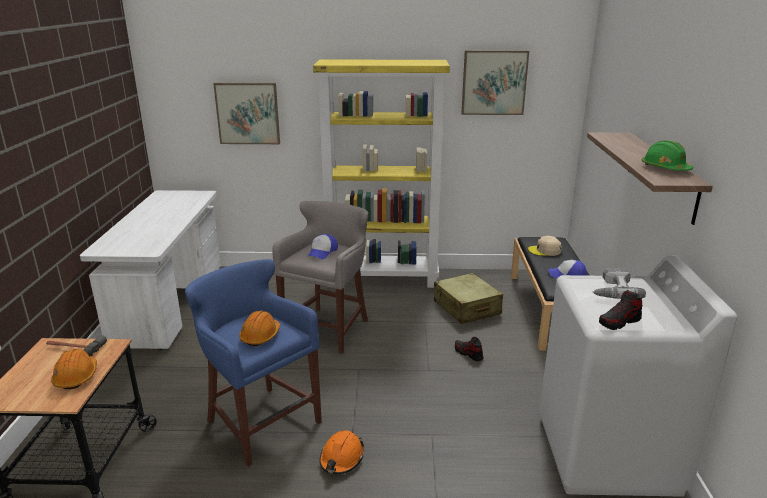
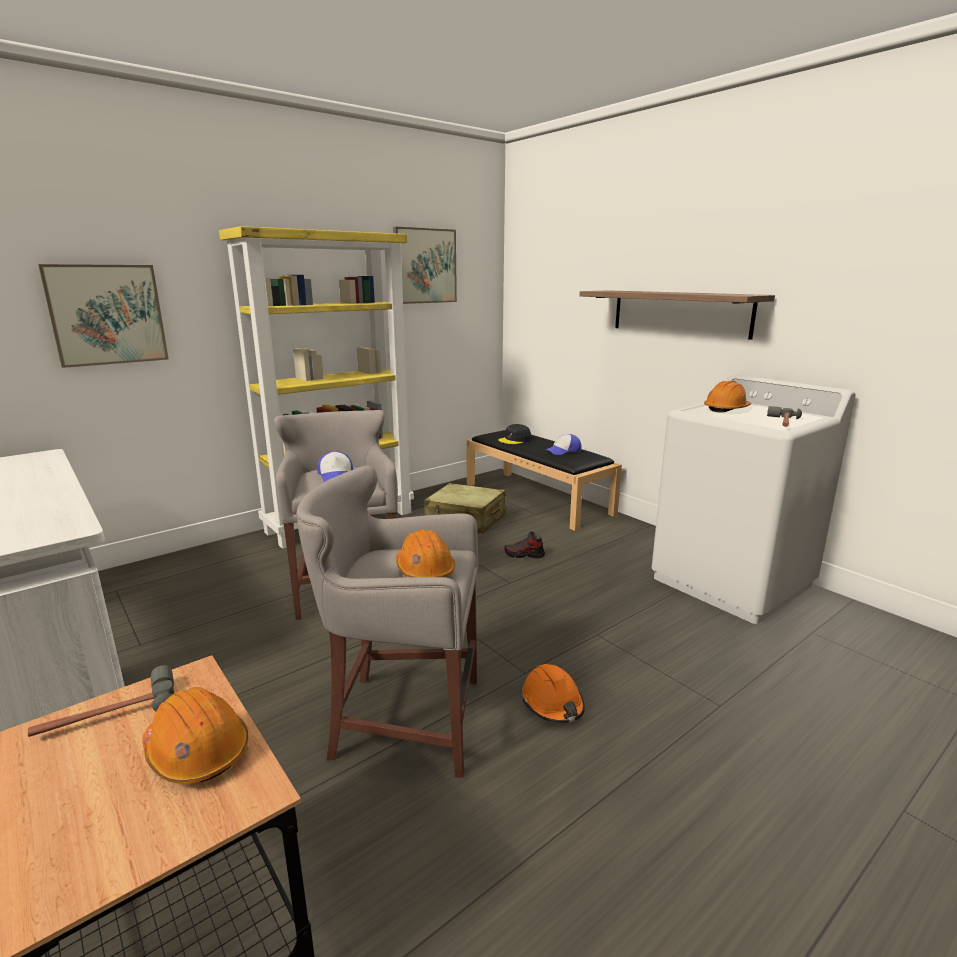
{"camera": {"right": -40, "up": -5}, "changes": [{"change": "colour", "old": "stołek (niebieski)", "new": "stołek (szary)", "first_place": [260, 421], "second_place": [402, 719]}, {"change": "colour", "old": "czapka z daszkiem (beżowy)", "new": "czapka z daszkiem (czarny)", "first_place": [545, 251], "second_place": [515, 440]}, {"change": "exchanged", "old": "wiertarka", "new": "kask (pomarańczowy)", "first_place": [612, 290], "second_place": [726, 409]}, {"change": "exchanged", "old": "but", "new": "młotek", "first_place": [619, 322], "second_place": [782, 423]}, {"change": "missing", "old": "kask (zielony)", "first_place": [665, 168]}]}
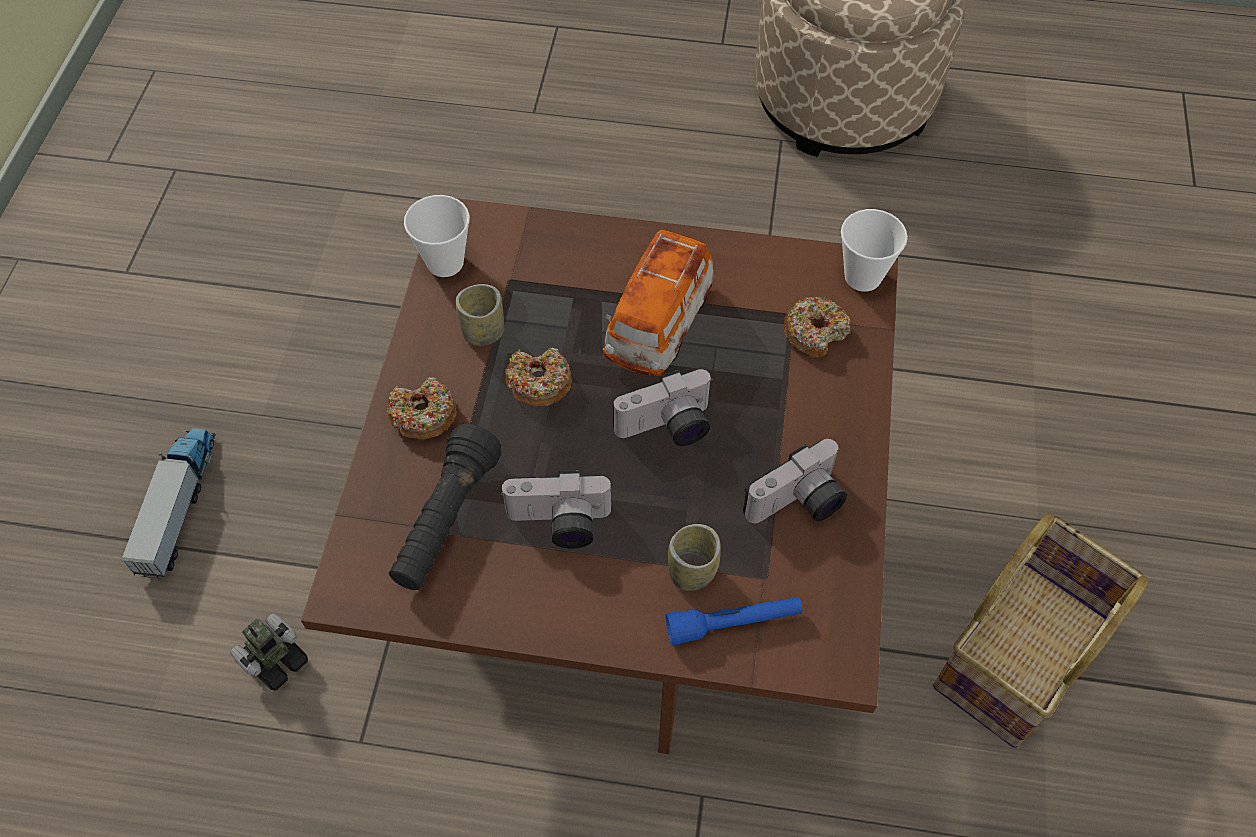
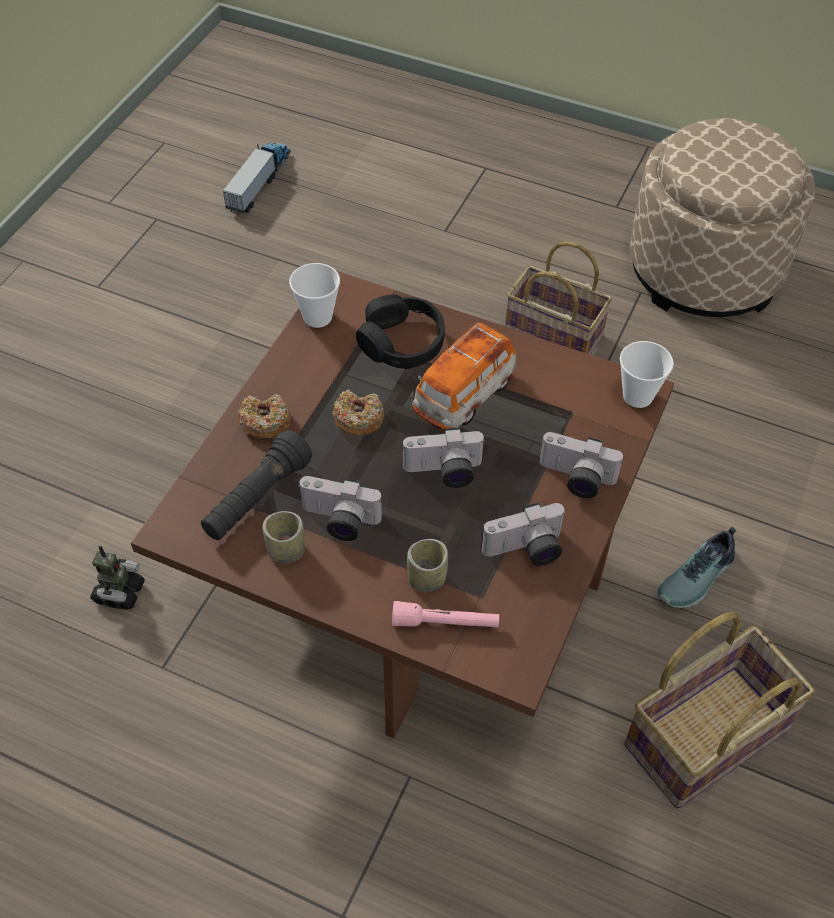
{"camera": {"right": 15, "up": -5}, "changes": [{"change": "spun", "old": "robot zabawkowy", "first_place": [276, 661], "second_place": [119, 593], "degrees": 135}, {"change": "relocated", "old": "ciężarówka zabawkowa", "first_place": [179, 506], "second_place": [259, 183]}, {"change": "relocated", "old": "filiżanka", "first_place": [483, 332], "second_place": [286, 551]}, {"change": "appeared", "new": "słuchawki (czarny)", "second_place": [401, 342]}, {"change": "colour", "old": "latarka (niebieski)", "new": "latarka (różowy)", "first_place": [733, 623], "second_place": [445, 623]}, {"change": "appeared", "new": "koszyk", "second_place": [550, 334]}, {"change": "appeared", "new": "aparat fotograficzny", "second_place": [575, 479]}, {"change": "appeared", "new": "but", "second_place": [698, 578]}, {"change": "missing", "old": "donut", "first_place": [815, 332]}]}
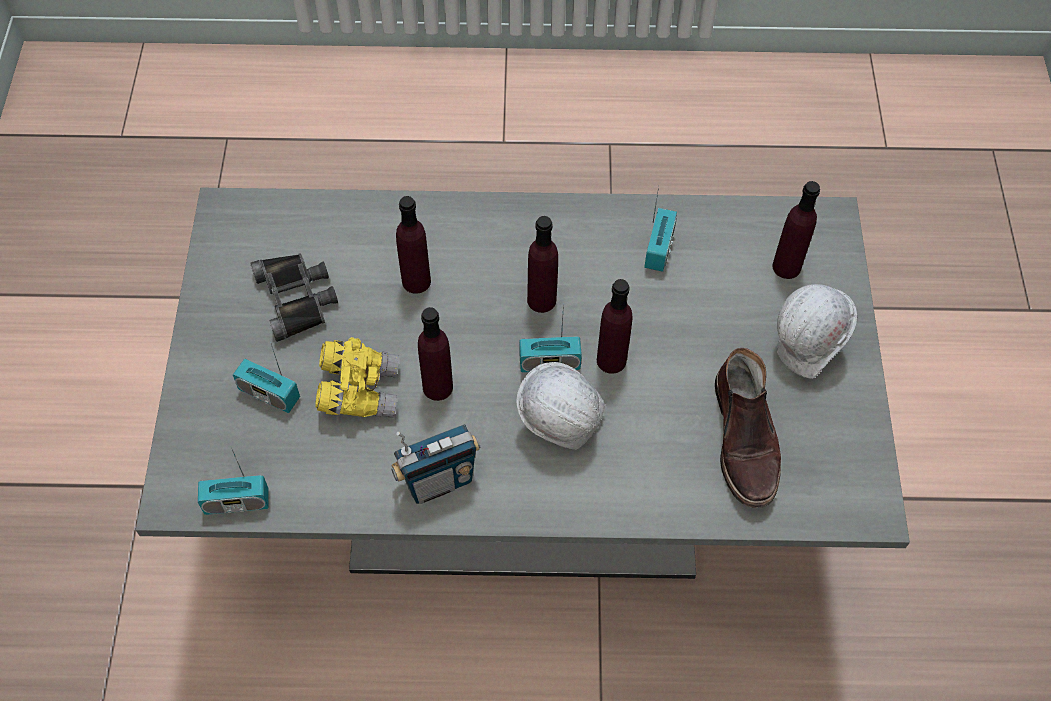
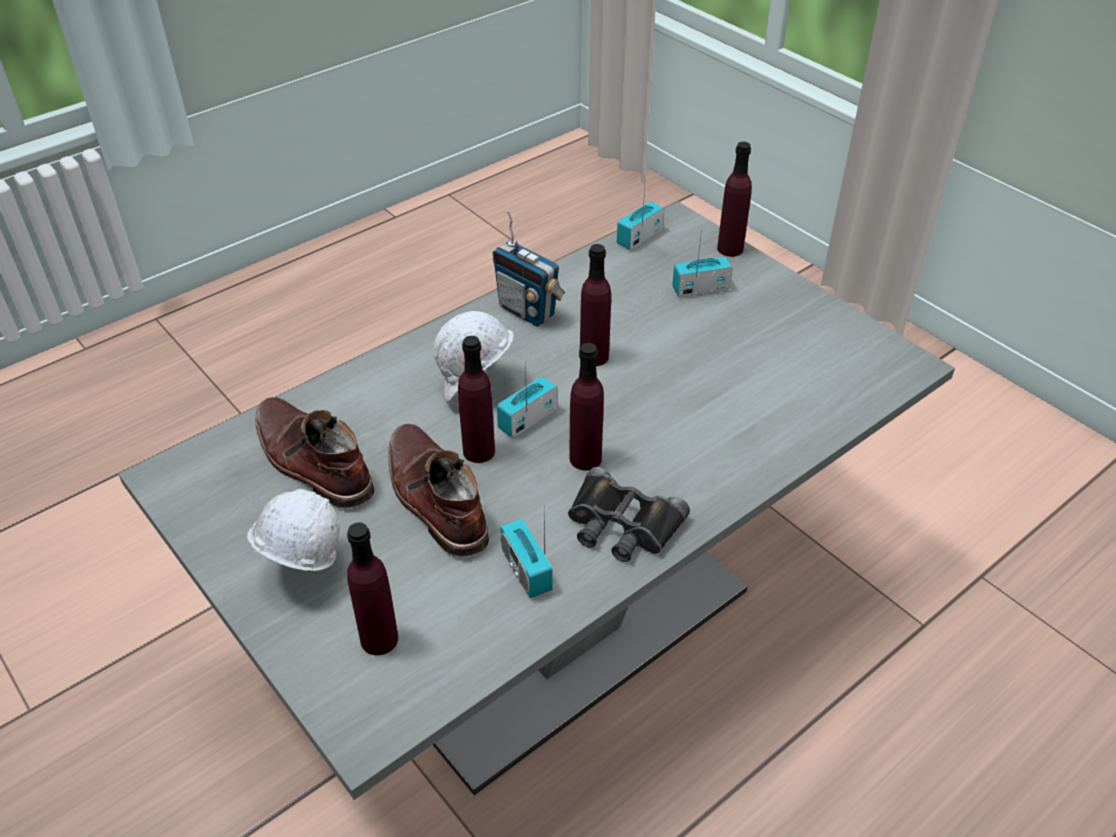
{"camera": {"right": 140, "up": -15}, "changes": [{"change": "appeared", "new": "but z cholewką (brązowy)", "second_place": [434, 499]}, {"change": "spun", "old": "radio", "first_place": [438, 481], "second_place": [527, 311], "degrees": -75}, {"change": "relocated", "old": "lornetka (czarny)", "first_place": [297, 298], "second_place": [622, 525]}, {"change": "relocated", "old": "butelka (fioletowy)", "first_place": [416, 281], "second_place": [730, 249]}, {"change": "missing", "old": "lornetka (żółty)", "first_place": [359, 390]}]}
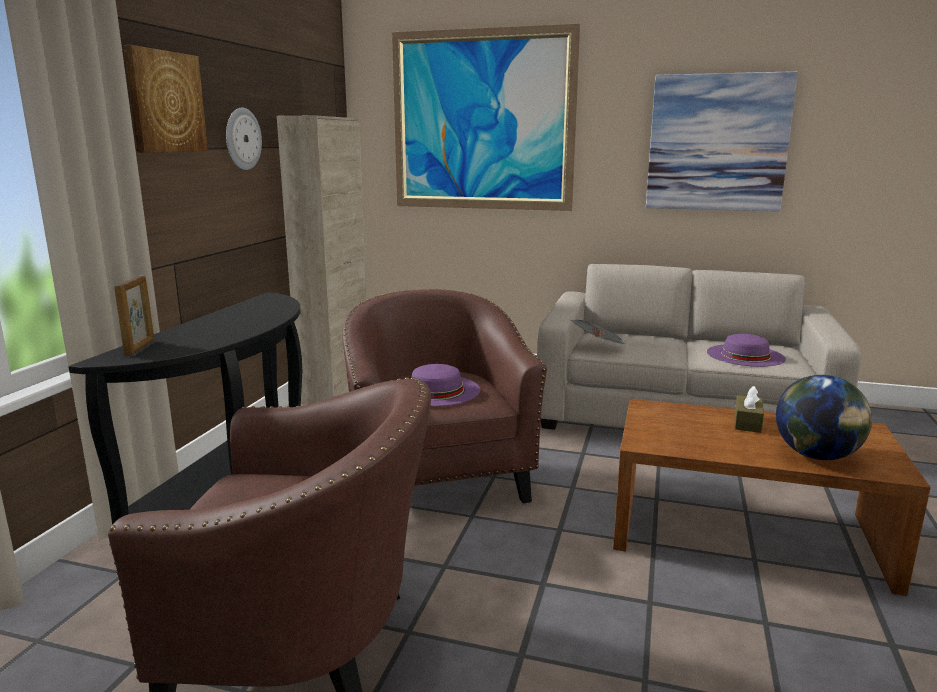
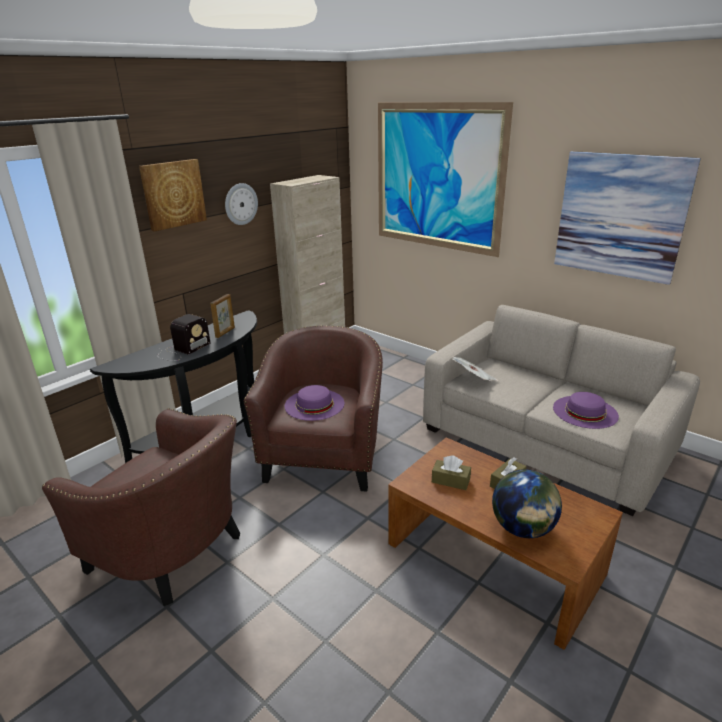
{"camera": {"right": 25, "up": 10}, "changes": [{"change": "appeared", "new": "radio", "second_place": [182, 350]}, {"change": "relocated", "old": "ramka na zdjęcie", "first_place": [140, 347], "second_place": [225, 332]}, {"change": "appeared", "new": "pudełko chusteczek (brązowy)", "second_place": [450, 480]}]}
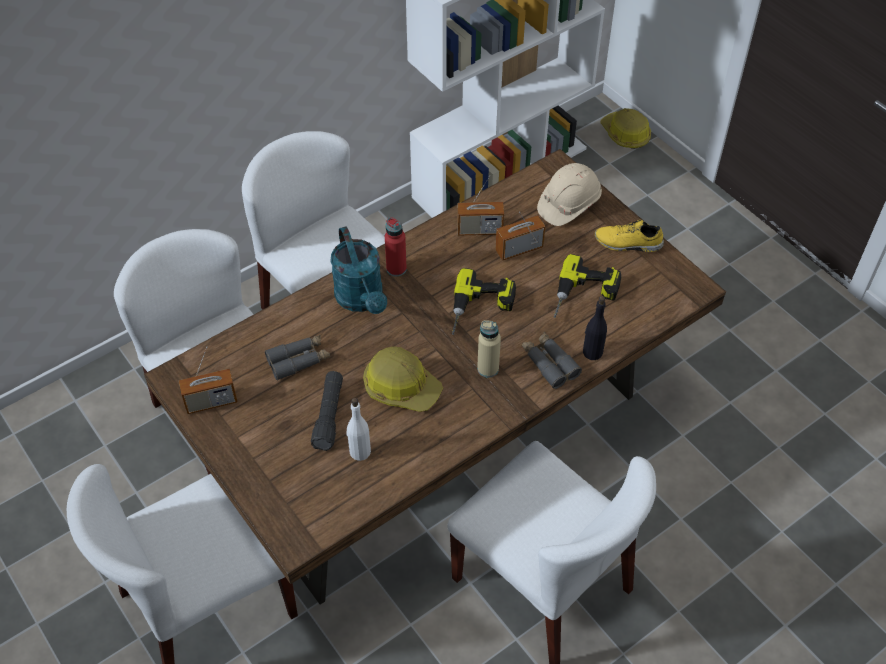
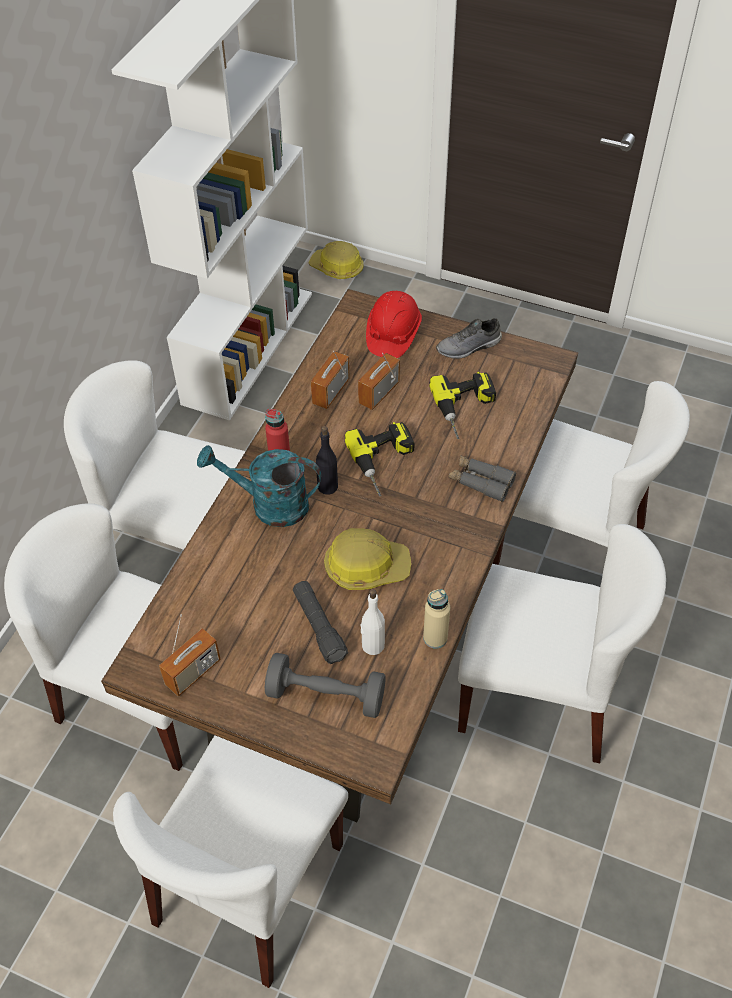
{"camera": {"right": -30, "up": 0}, "changes": [{"change": "spun", "old": "konewka (turkusowy)", "first_place": [362, 300], "second_place": [269, 505], "degrees": 150}, {"change": "appeared", "new": "hantel (szary)", "second_place": [326, 695]}, {"change": "spun", "old": "radio", "first_place": [479, 230], "second_place": [330, 391], "degrees": 150}, {"change": "relocated", "old": "butelka (czarny)", "first_place": [592, 352], "second_place": [327, 486]}, {"change": "colour", "old": "kask (beżowy)", "new": "kask (czerwony)", "first_place": [568, 204], "second_place": [392, 335]}, {"change": "relocated", "old": "butelka (beżowy)", "first_place": [488, 369], "second_place": [435, 638]}, {"change": "colour", "old": "but (żółty)", "new": "but (szary)", "first_place": [627, 244], "second_place": [469, 347]}, {"change": "appeared", "new": "krzesło (biały)", "second_place": [570, 545]}, {"change": "missing", "old": "lornetka (szary)", "first_place": [298, 360]}]}
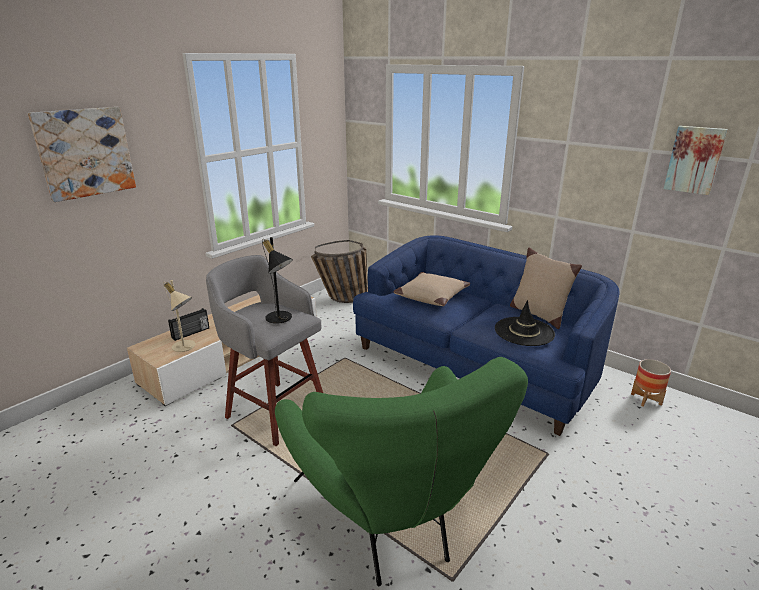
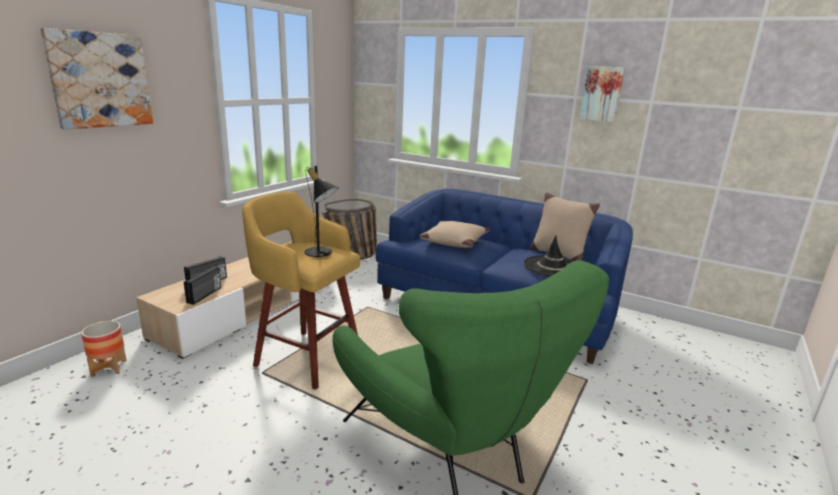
{"camera": {"right": -10, "up": -5}, "changes": [{"change": "relocated", "old": "donica", "first_place": [646, 399], "second_place": [109, 368]}, {"change": "exchanged", "old": "lampa stołowa (beżowy)", "new": "radio", "first_place": [185, 347], "second_place": [205, 295]}, {"change": "colour", "old": "stołek (szary)", "new": "stołek (żółty)", "first_place": [274, 411], "second_place": [306, 357]}, {"change": "relocated", "old": "obraz", "first_place": [694, 160], "second_place": [602, 94]}]}
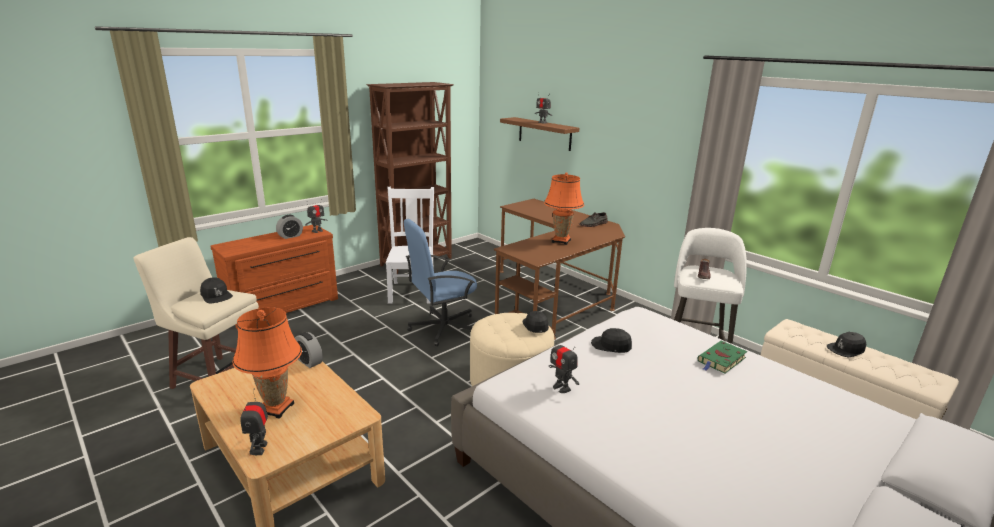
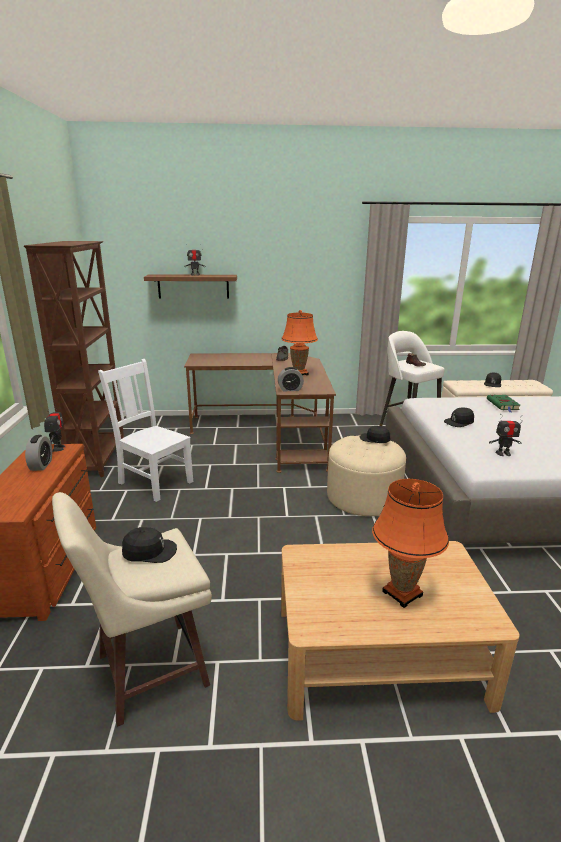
{"camera": {"right": -50, "up": 0}, "changes": [{"change": "relocated", "old": "budzik", "first_place": [309, 361], "second_place": [290, 389]}, {"change": "missing", "old": "robot zabawkowy", "first_place": [259, 448]}, {"change": "missing", "old": "krzesło biurowe (niebieski)", "first_place": [443, 328]}]}
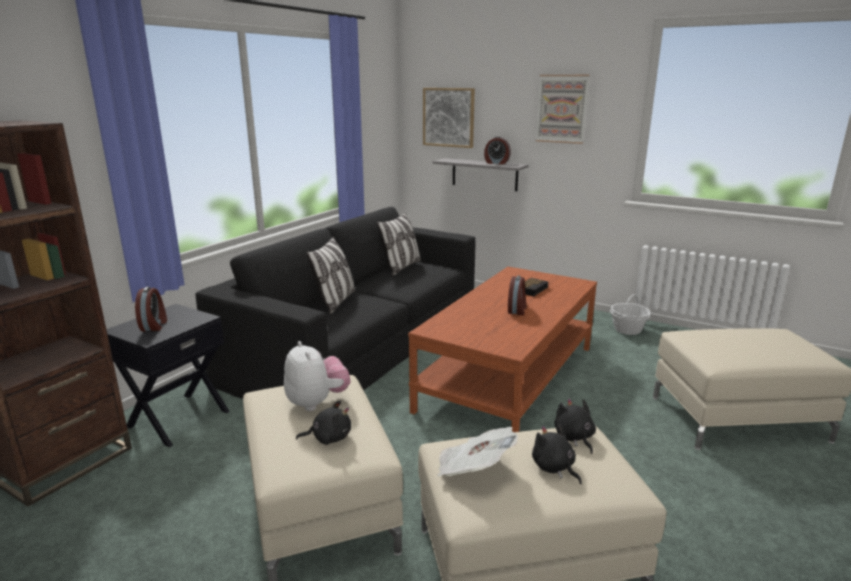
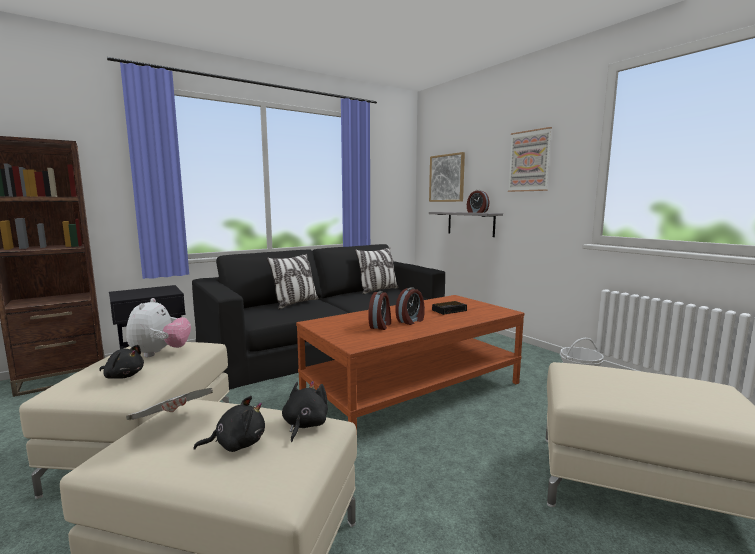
{"camera": {"right": 25, "up": -10}, "changes": [{"change": "spun", "old": "pluszak (czarny)", "first_place": [554, 468], "second_place": [237, 444], "degrees": 75}, {"change": "relocated", "old": "budzik", "first_place": [154, 325], "second_place": [381, 325]}]}
